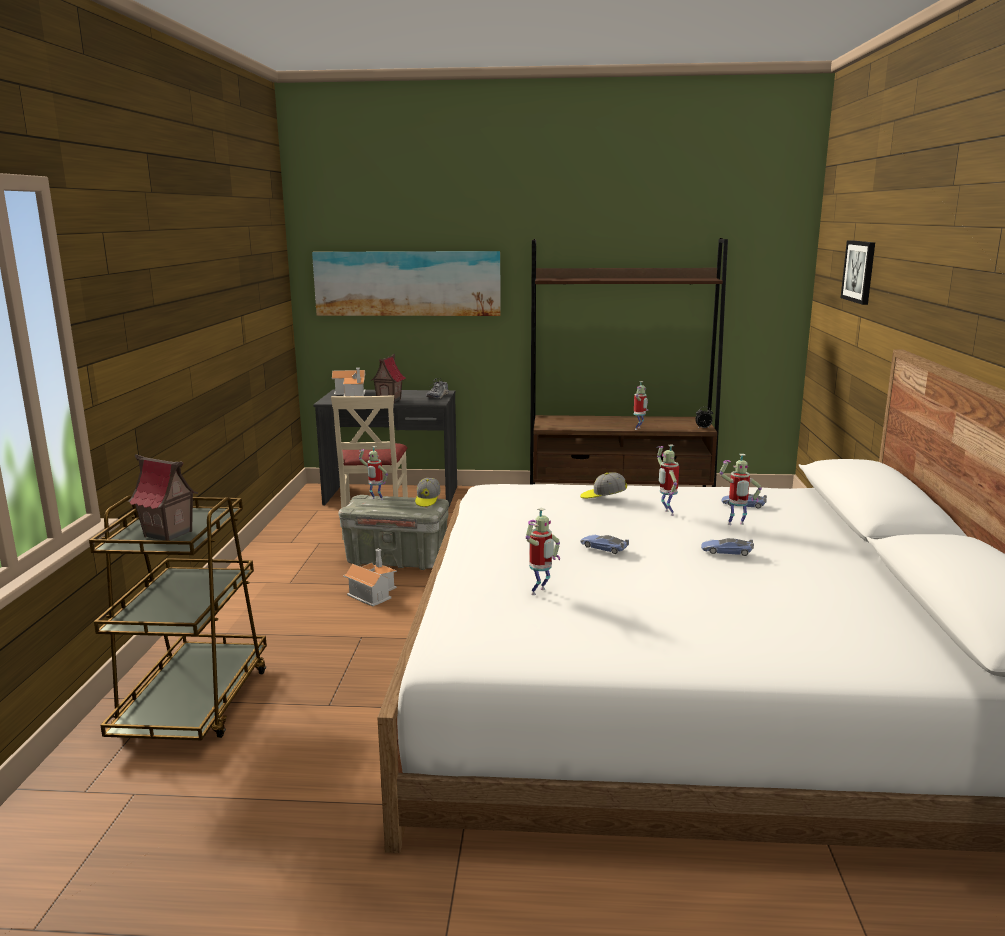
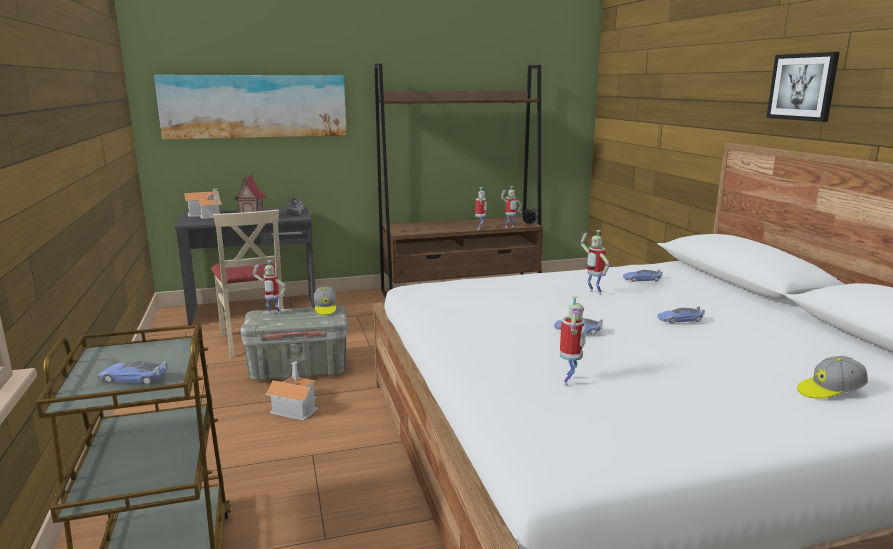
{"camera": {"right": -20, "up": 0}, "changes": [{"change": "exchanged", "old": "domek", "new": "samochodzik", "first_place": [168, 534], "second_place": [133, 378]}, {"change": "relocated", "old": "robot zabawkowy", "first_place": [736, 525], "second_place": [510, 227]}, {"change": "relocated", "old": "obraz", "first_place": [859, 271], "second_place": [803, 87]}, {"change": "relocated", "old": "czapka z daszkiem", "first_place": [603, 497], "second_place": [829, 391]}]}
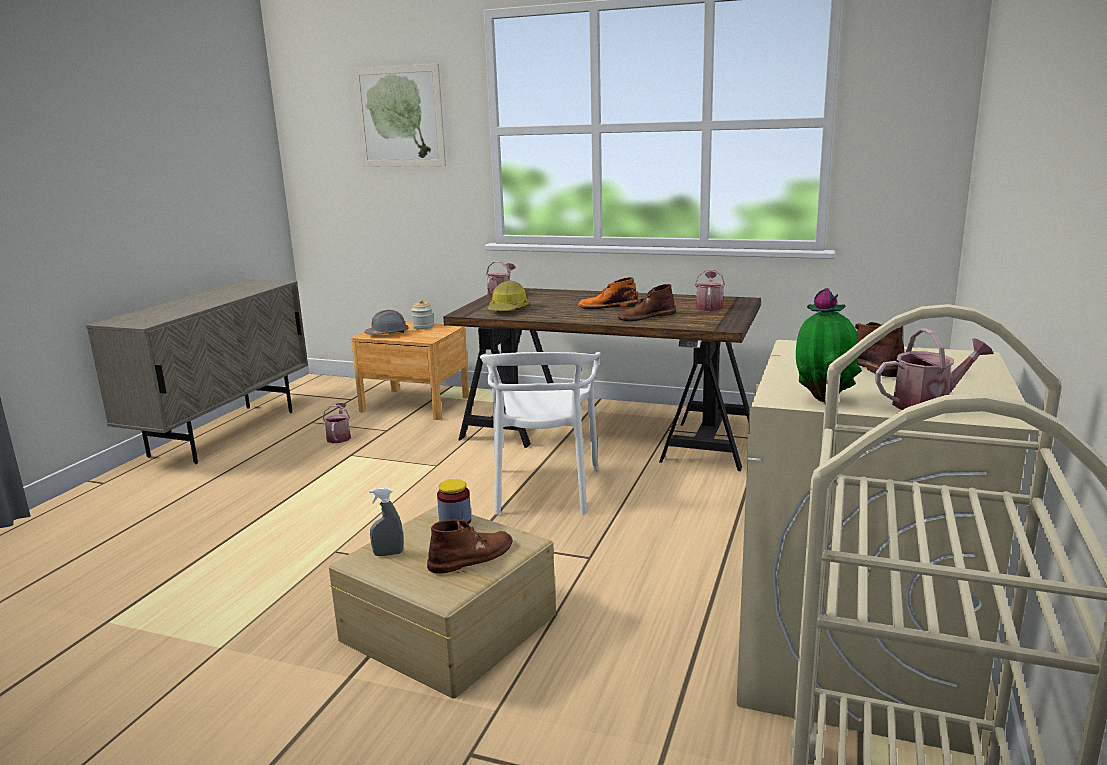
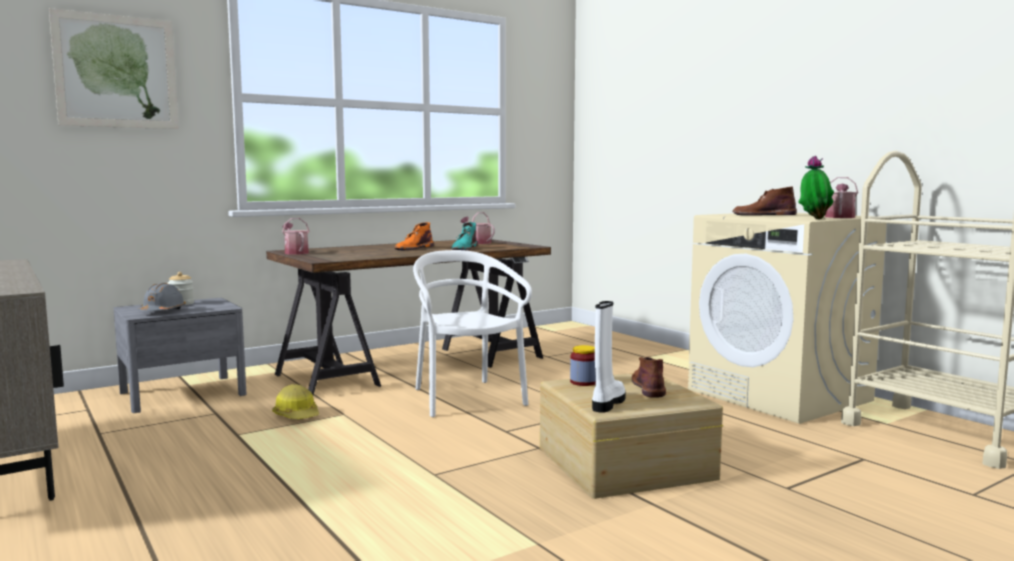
{"camera": {"right": -55, "up": -10}, "changes": [{"change": "colour", "old": "szafka nocna (brązowy)", "new": "szafka nocna (szary)", "first_place": [415, 404], "second_place": [183, 393]}, {"change": "relocated", "old": "kask", "first_place": [508, 309], "second_place": [297, 415]}, {"change": "spun", "old": "krzesło (biały)", "first_place": [543, 489], "second_place": [466, 398], "degrees": -150}, {"change": "colour", "old": "but z cholewką (brązowy)", "new": "but z cholewką (turkusowy)", "first_place": [645, 316], "second_place": [464, 248]}, {"change": "exchanged", "old": "spryskiwacz (szary)", "new": "but z cholewką (biały)", "first_place": [388, 554], "second_place": [607, 403]}, {"change": "missing", "old": "konewka", "first_place": [339, 437]}]}
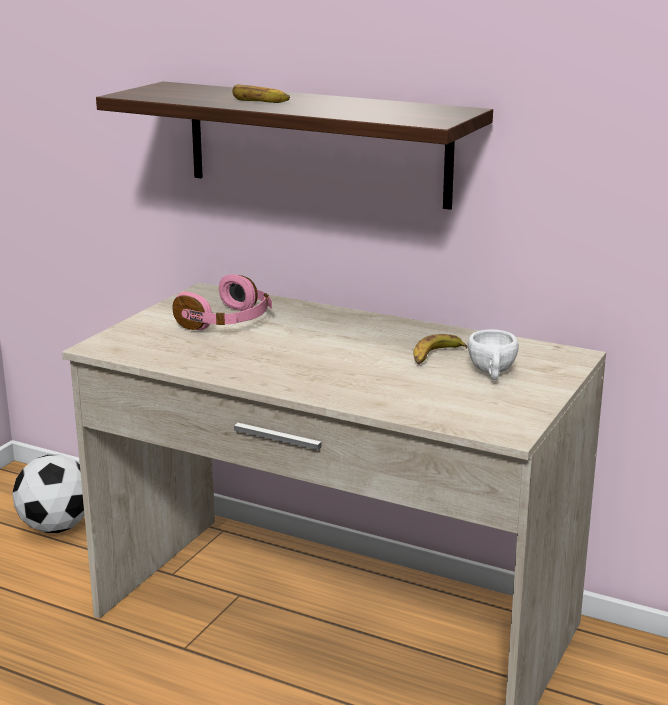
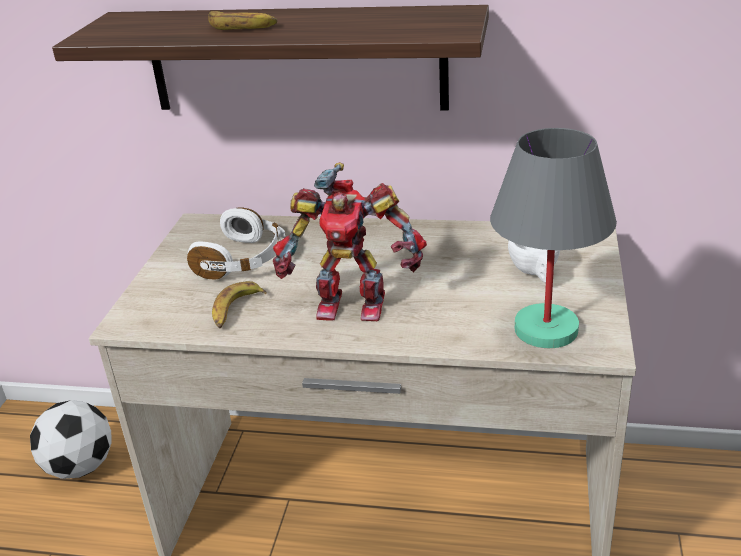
{"camera": {"right": -15, "up": 10}, "changes": [{"change": "colour", "old": "słuchawki (różowy)", "new": "słuchawki (biały)", "first_place": [228, 322], "second_place": [243, 260]}, {"change": "relocated", "old": "banan", "first_place": [435, 356], "second_place": [236, 310]}, {"change": "appeared", "new": "robot zabawkowy", "second_place": [352, 303]}, {"change": "appeared", "new": "lampa stołowa (szary)", "second_place": [544, 330]}]}
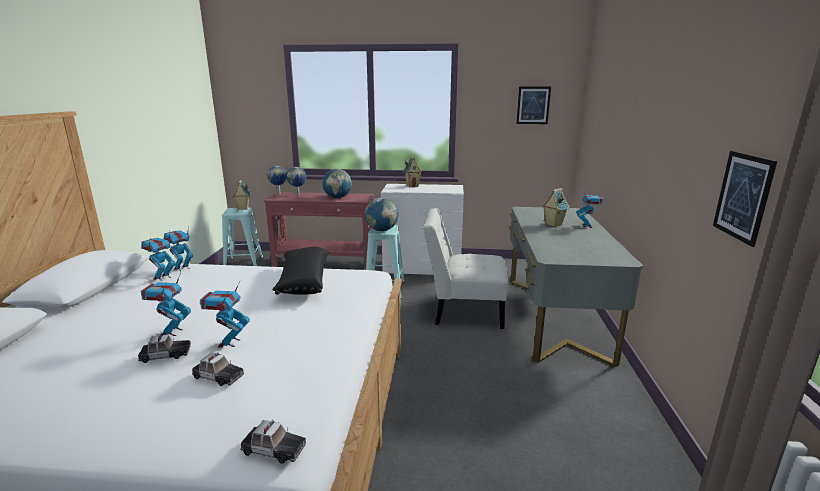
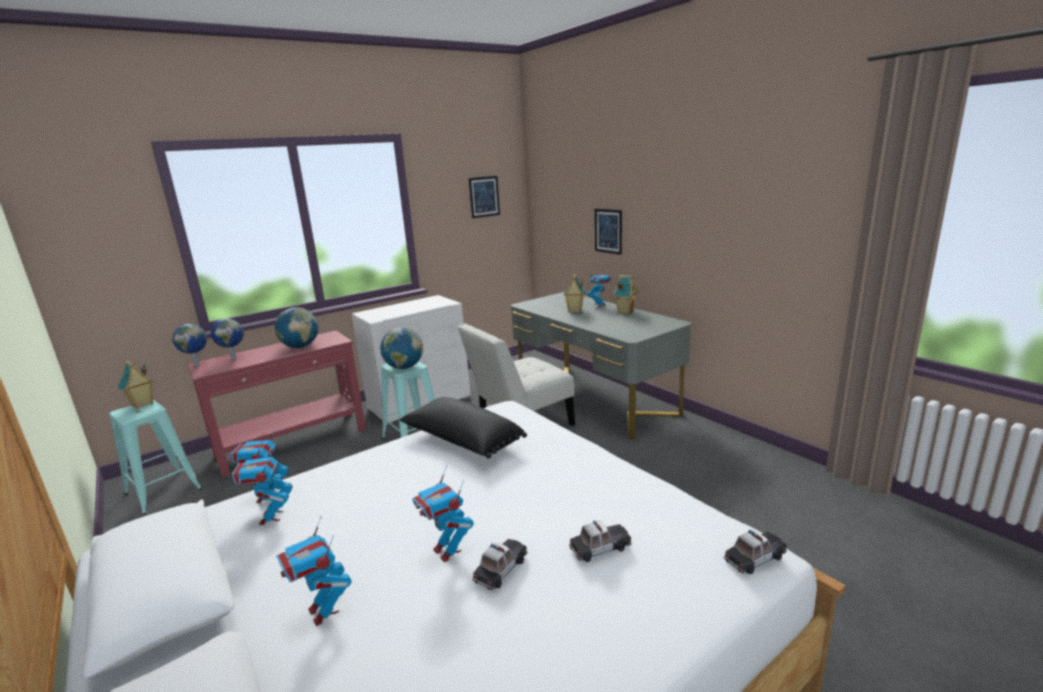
{"camera": {"right": -40, "up": 0}, "changes": [{"change": "relocated", "old": "robot zabawkowy", "first_place": [229, 343], "second_place": [323, 612]}, {"change": "relocated", "old": "obraz", "first_place": [742, 196], "second_place": [608, 231]}, {"change": "relocated", "old": "domek", "first_place": [412, 186], "second_place": [625, 311]}]}
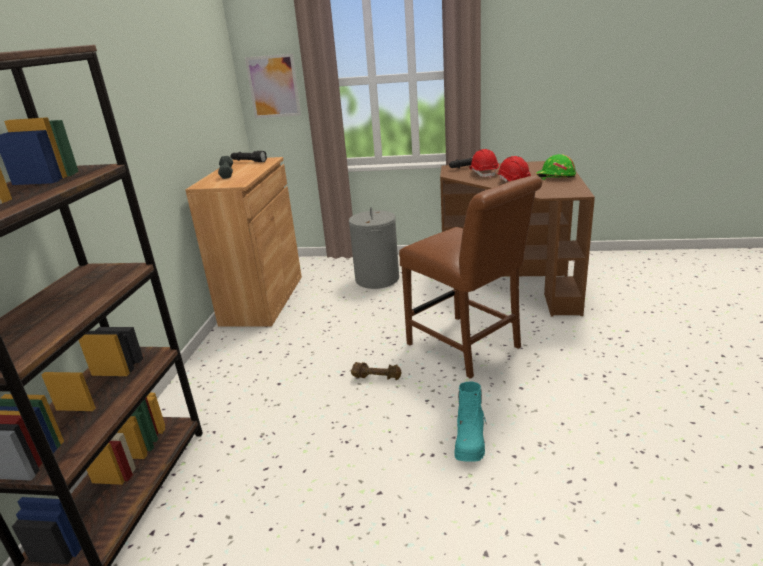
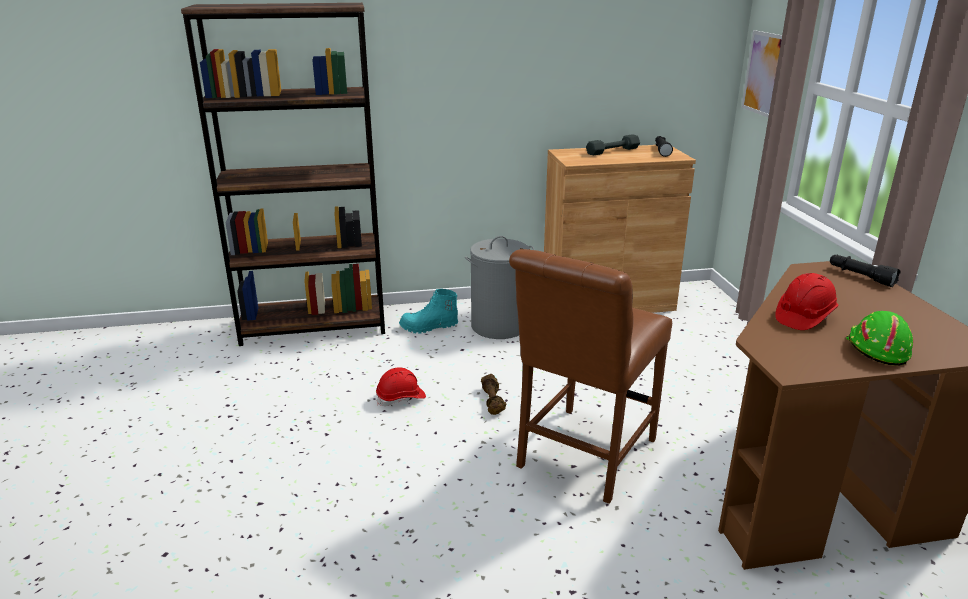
{"camera": {"right": 70, "up": 0}, "changes": [{"change": "relocated", "old": "kask (czerwony)", "first_place": [483, 173], "second_place": [401, 398]}, {"change": "relocated", "old": "but z cholewką (turkusowy)", "first_place": [470, 440], "second_place": [429, 327]}, {"change": "relocated", "old": "kosz na pranie (szary)", "first_place": [377, 279], "second_place": [499, 326]}]}
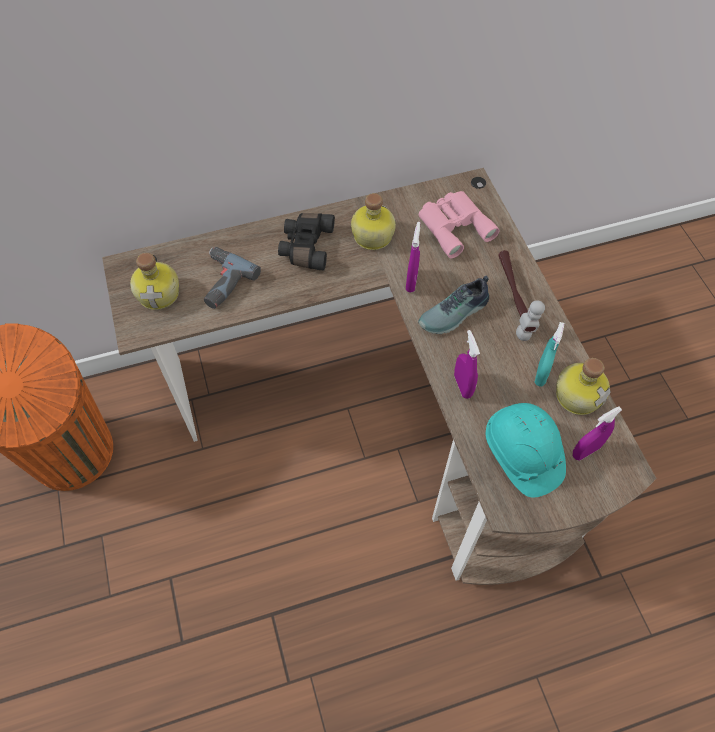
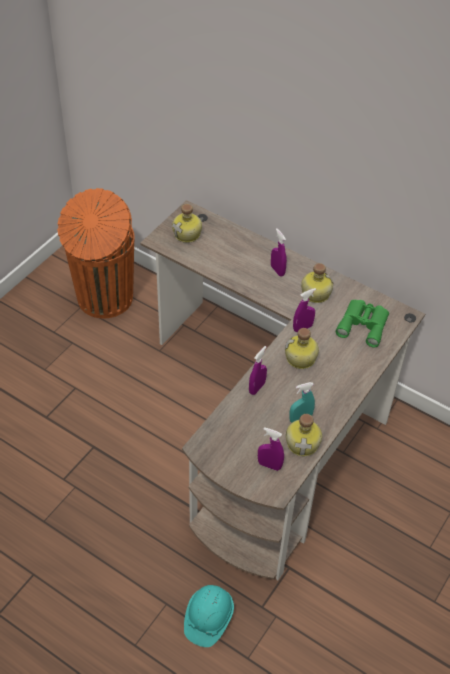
{"camera": {"right": 50, "up": -10}, "changes": [{"change": "relocated", "old": "kask (turkusowy)", "first_place": [522, 455], "second_place": [208, 618]}, {"change": "exchanged", "old": "lornetka (czarny)", "new": "spryskiwacz (fioletowy)", "first_place": [306, 247], "second_place": [277, 270]}, {"change": "exchanged", "old": "but", "new": "butelka", "first_place": [455, 314], "second_place": [301, 359]}, {"change": "colour", "old": "lornetka (różowy)", "new": "lornetka (zielony)", "first_place": [454, 226], "second_place": [363, 324]}, {"change": "missing", "old": "wiertarka", "first_place": [221, 282]}, {"change": "missing", "old": "młotek", "first_place": [514, 299]}]}
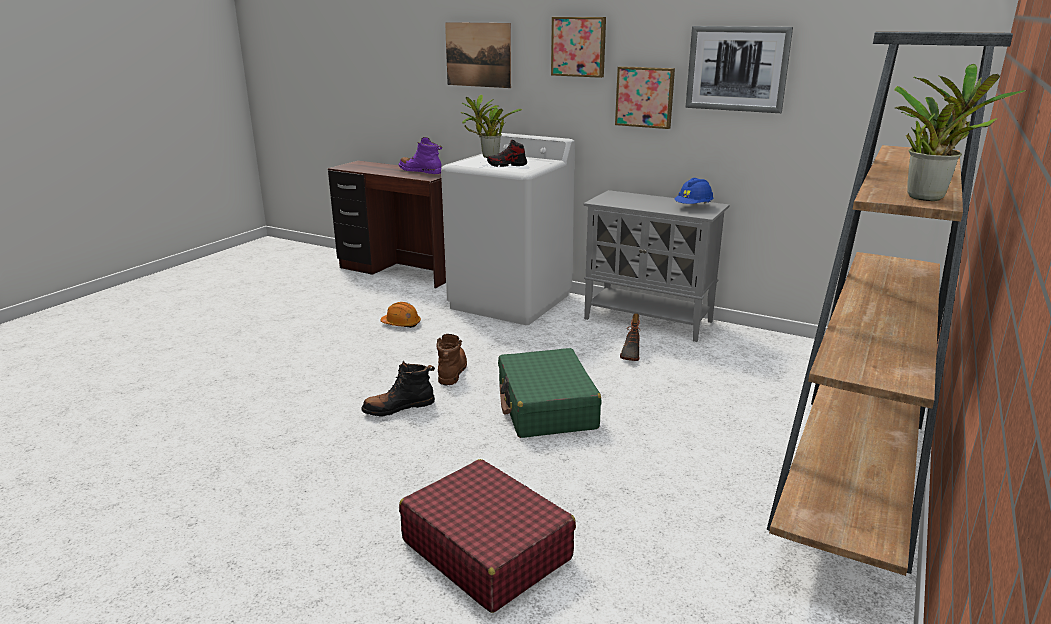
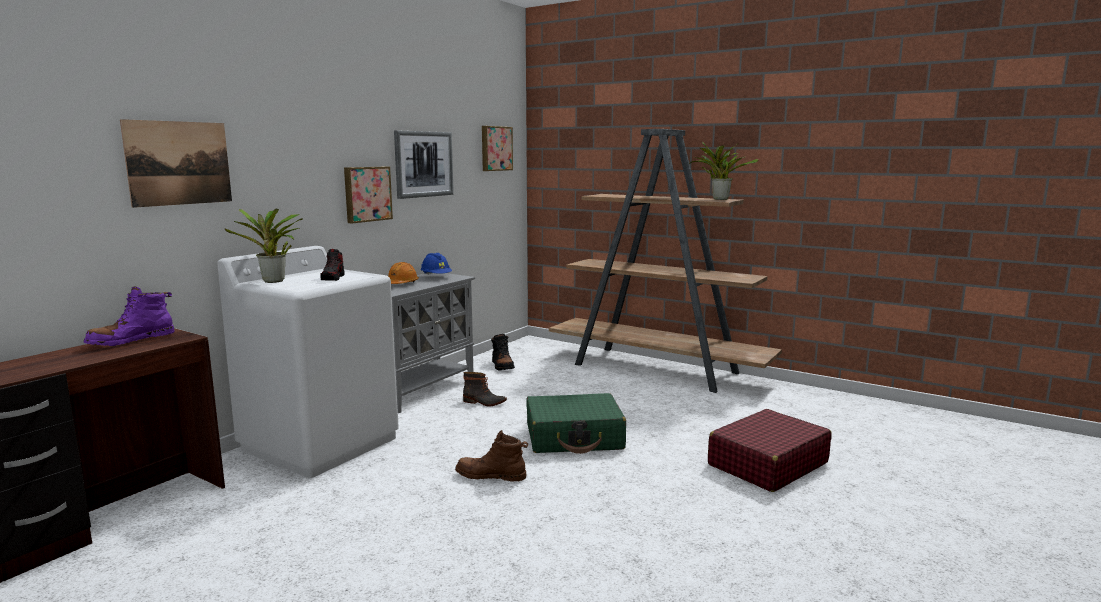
{"camera": {"right": -85, "up": -10}, "changes": [{"change": "relocated", "old": "kask (pomarańczowy)", "first_place": [401, 324], "second_place": [401, 284]}, {"change": "relocated", "old": "obraz", "first_place": [579, 46], "second_place": [495, 148]}, {"change": "relocated", "old": "but z cholewką (czarny)", "first_place": [399, 408], "second_place": [502, 366]}]}
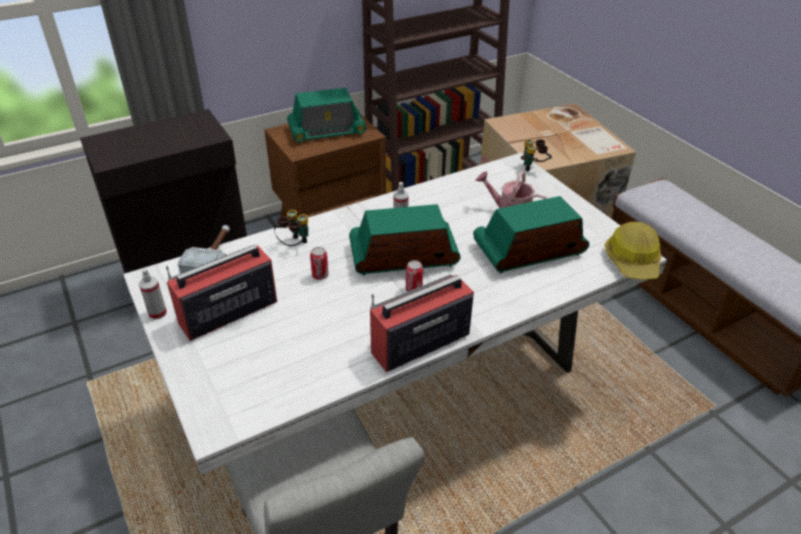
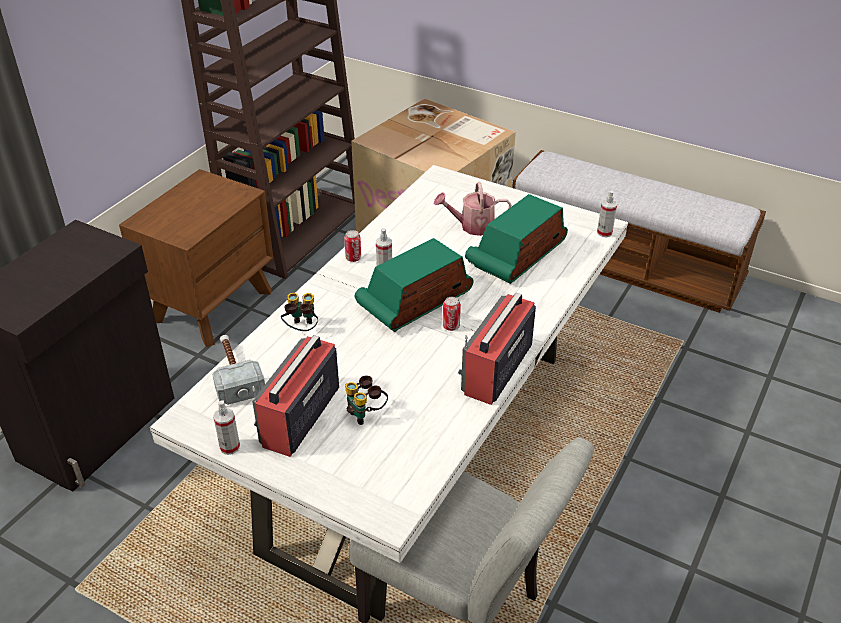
{"camera": {"right": -30, "up": 0}, "changes": [{"change": "relocated", "old": "puszka", "first_place": [320, 275], "second_place": [353, 258]}, {"change": "relocated", "old": "lornetka", "first_place": [534, 167], "second_place": [366, 414]}, {"change": "exchanged", "old": "kask", "new": "spryskiwacz", "first_place": [632, 261], "second_place": [604, 233]}, {"change": "missing", "old": "radio", "first_place": [326, 131]}]}
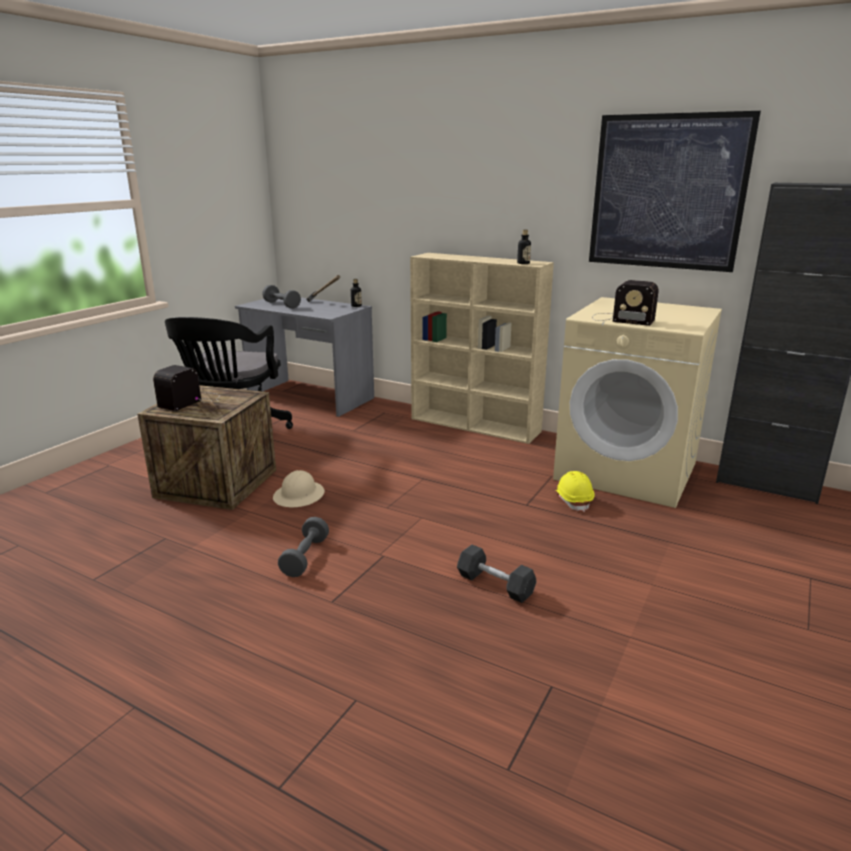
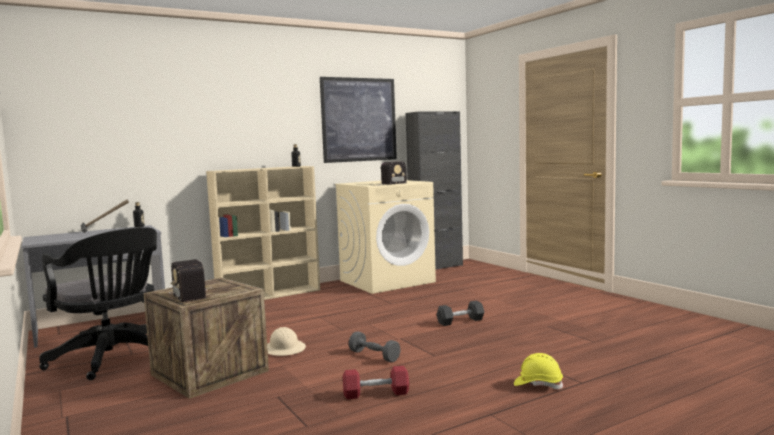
{"camera": {"right": -60, "up": -15}, "changes": [{"change": "appeared", "new": "hantel (czerwony)", "second_place": [376, 393]}, {"change": "relocated", "old": "kask (żółty)", "first_place": [573, 500], "second_place": [538, 385]}, {"change": "missing", "old": "hantel (szary)", "first_place": [282, 305]}]}
